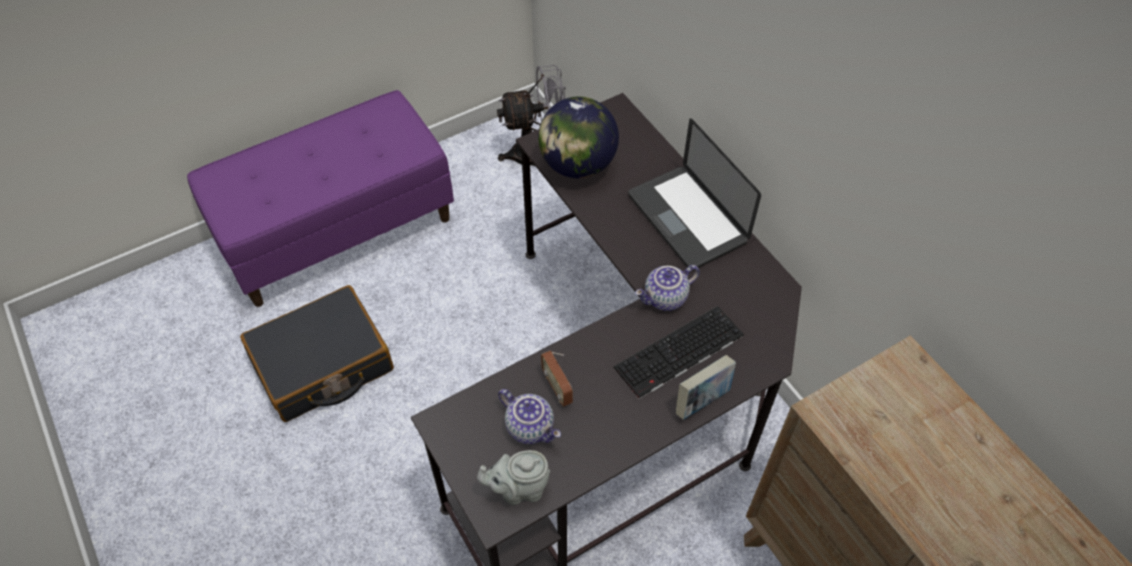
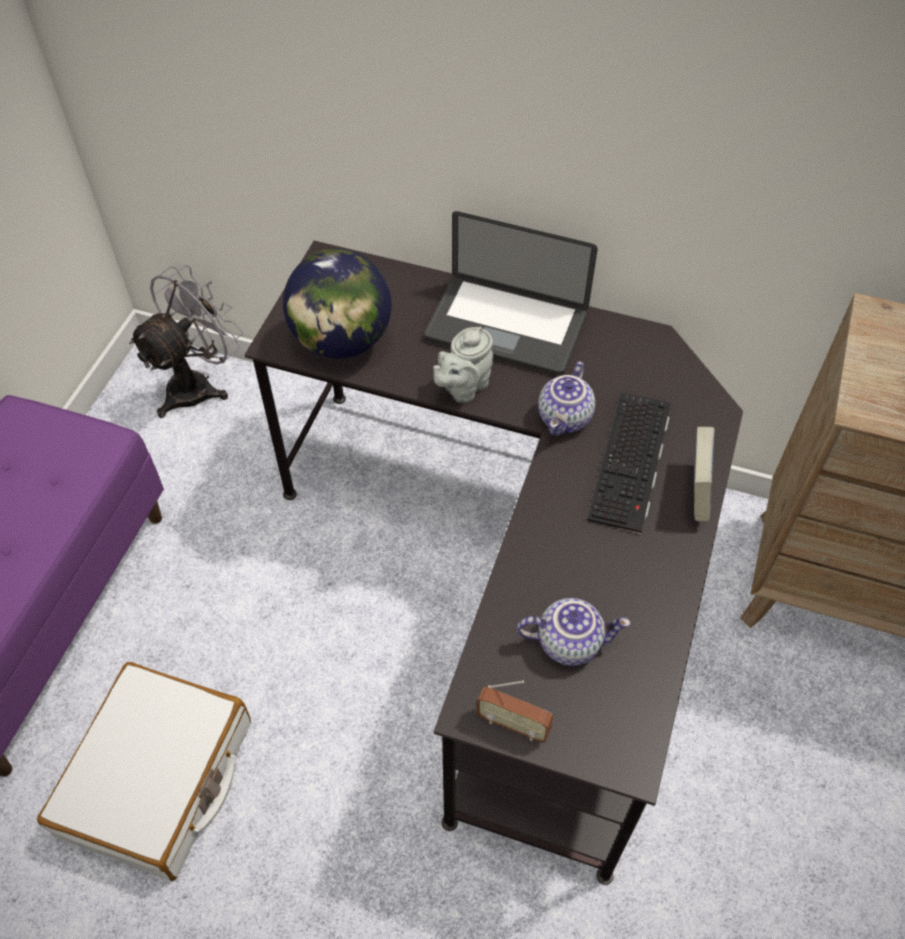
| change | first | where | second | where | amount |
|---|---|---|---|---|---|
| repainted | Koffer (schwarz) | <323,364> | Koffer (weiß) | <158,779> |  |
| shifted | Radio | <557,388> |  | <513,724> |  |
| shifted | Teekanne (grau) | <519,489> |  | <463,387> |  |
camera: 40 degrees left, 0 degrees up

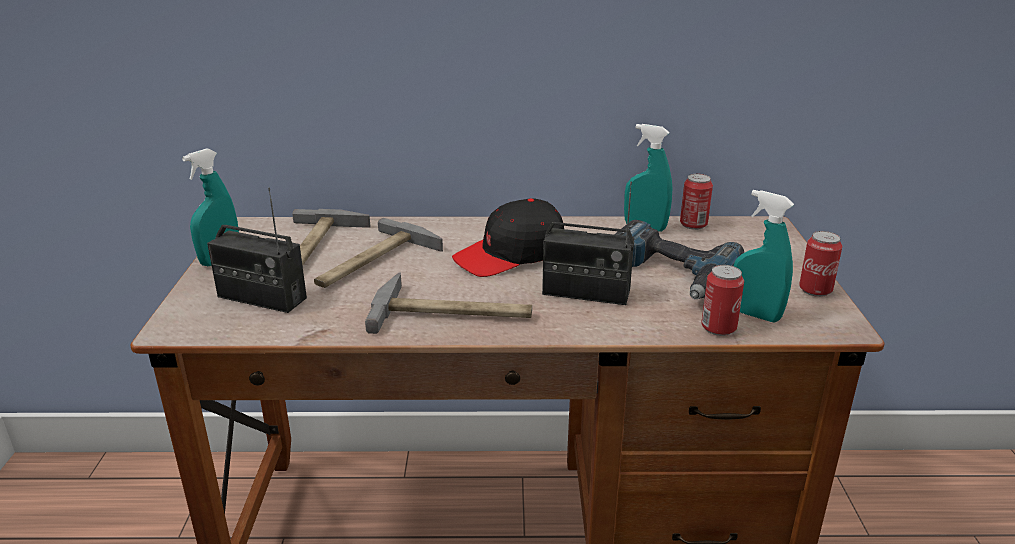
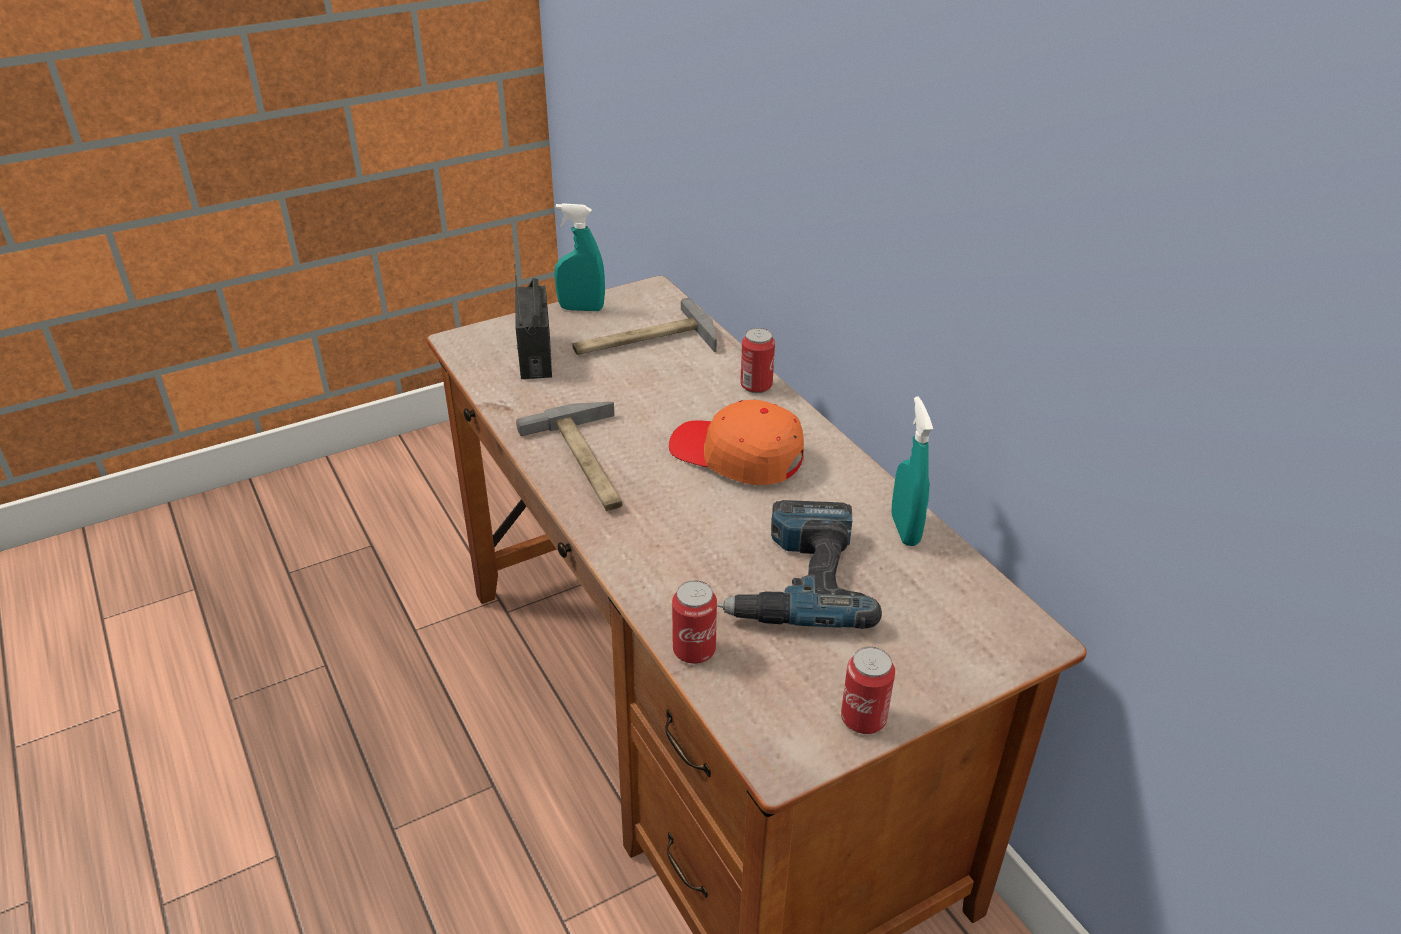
| change | first | where | second | where | amount |
|---|---|---|---|---|---|
| shifted | Dose | <693,225> |  | <756,386> |  |
| gone | Radio | <586,292> |  |  |  |
| gone | Sprühflasche (türkis) | <755,315> |  |  |  |
| repainted | Kappe (schwarz) | <510,254> | Kappe (orange) | <737,455> |  |
| gone | Hammer | <373,262> |  |  |  |
camera: 60 degrees right, 10 degrees up

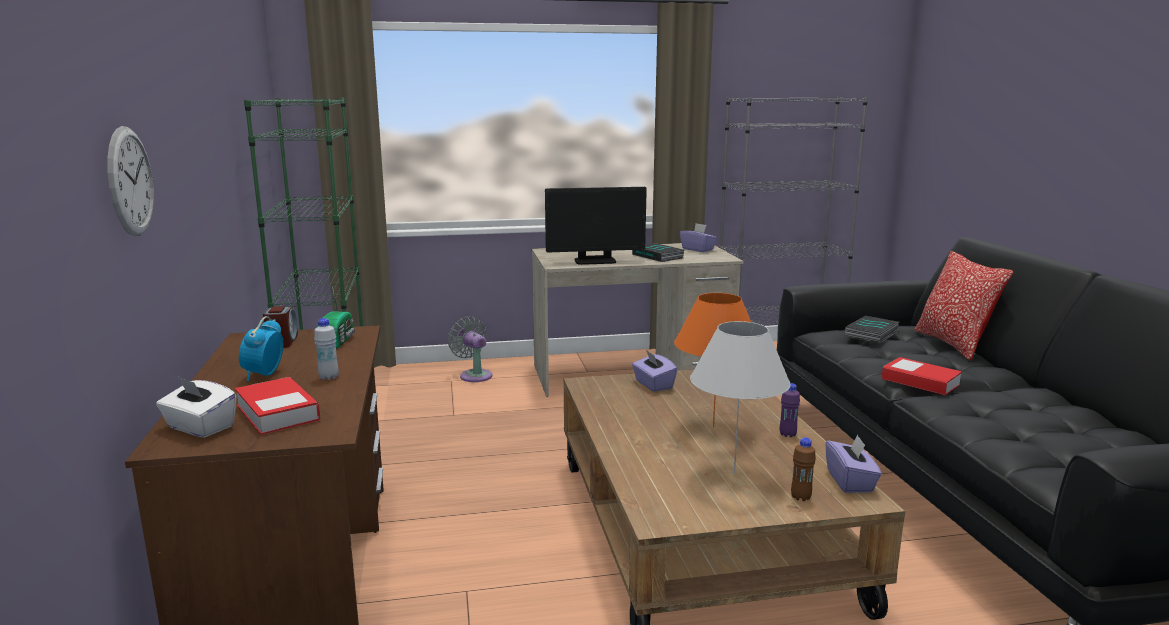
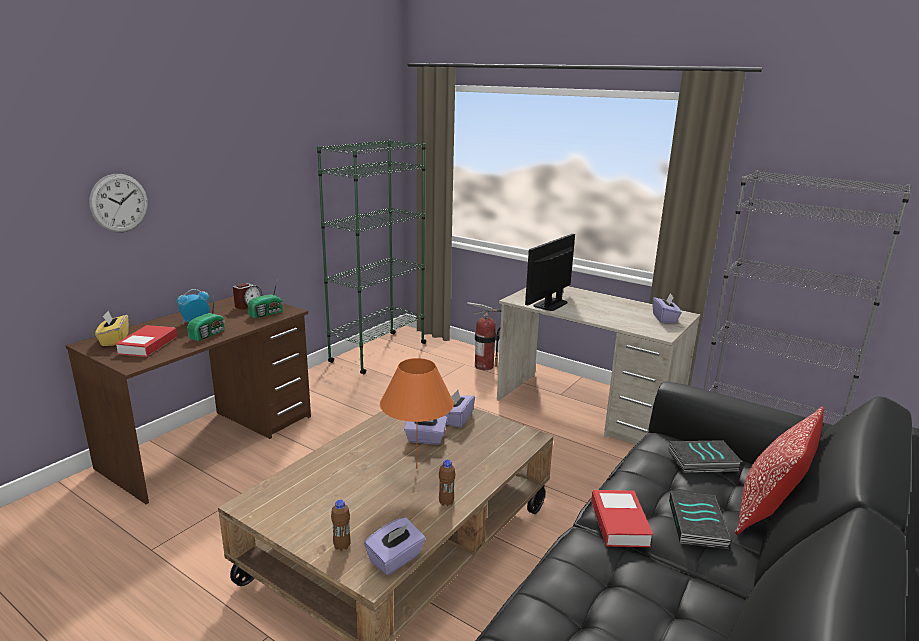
| change | first | where | second | where | amount |
|---|---|---|---|---|---|
| rotated | Monitor | <595,261> |  | <550,304> | 90 degrees clockwise |
| shifted | Buch | <658,256> |  | <698,524> |  |
| swapped | Ventilator (grau) | <474,375> | Feuerlöscher | <484,366> |  |
| swapped | Flasche (weiß) | <329,377> | Radio | <208,334> |  |
| gone | Tischlampe (weiß) | <734,473> |  |  |  |
| repainted | Taschentuchbox (weiß) | <199,427> | Taschentuchbox (gelb) | <114,340> |  |
| repainted | Flasche (lila) | <787,434> | Flasche (braun) | <446,502> |  |
| new |  |  | Taschentuchbox (lila) | <425,439> |  |
camera: 45 degrees right, 5 degrees up

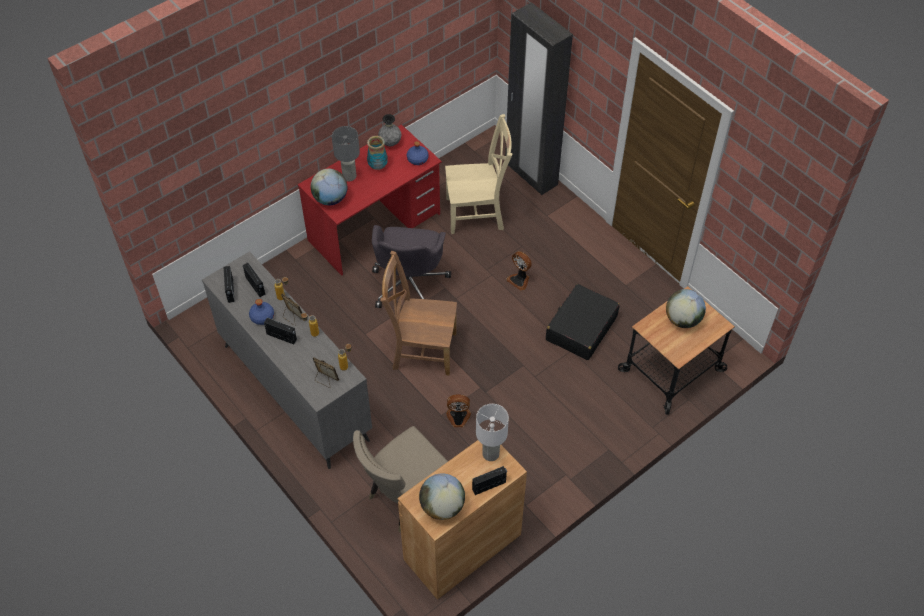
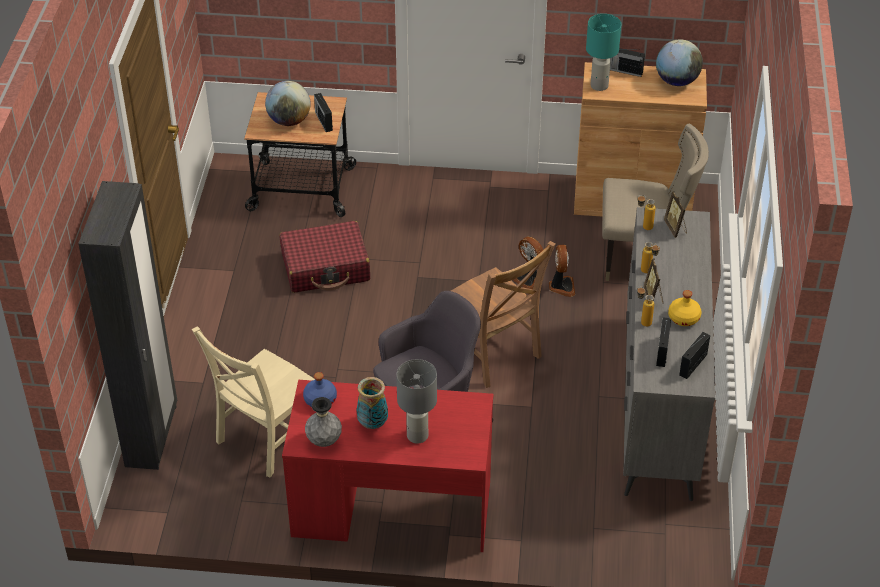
| change | first | where | second | where | amount |
|---|---|---|---|---|---|
| rotated | Stuhl (beige) | <477,213> |  | <265,438> | 90 degrees counterclockwise |
| gone | Globus | <330,199> |  |  |  |
| shifted | Ventilator | <519,280> |  | <561,286> |  |
| repainted | Koffer (schwarz) | <581,328> | Koffer (rot) | <326,267> |  |
| repainted | Flasche (blau) | <262,317> | Flasche (gelb) | <684,318> |  |
| shifted | Radio | <282,337> |  | <323,121> |  |
| repainted | Tischlampe (weiß) | <491,454> | Tischlampe (türkis) | <599,85> |  |
camera: 135 degrees left, 10 degrees down

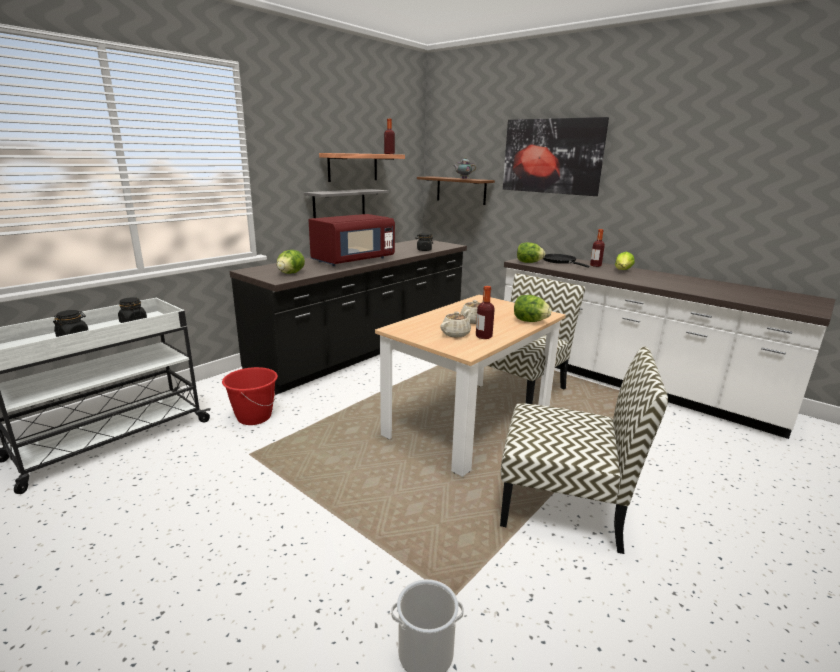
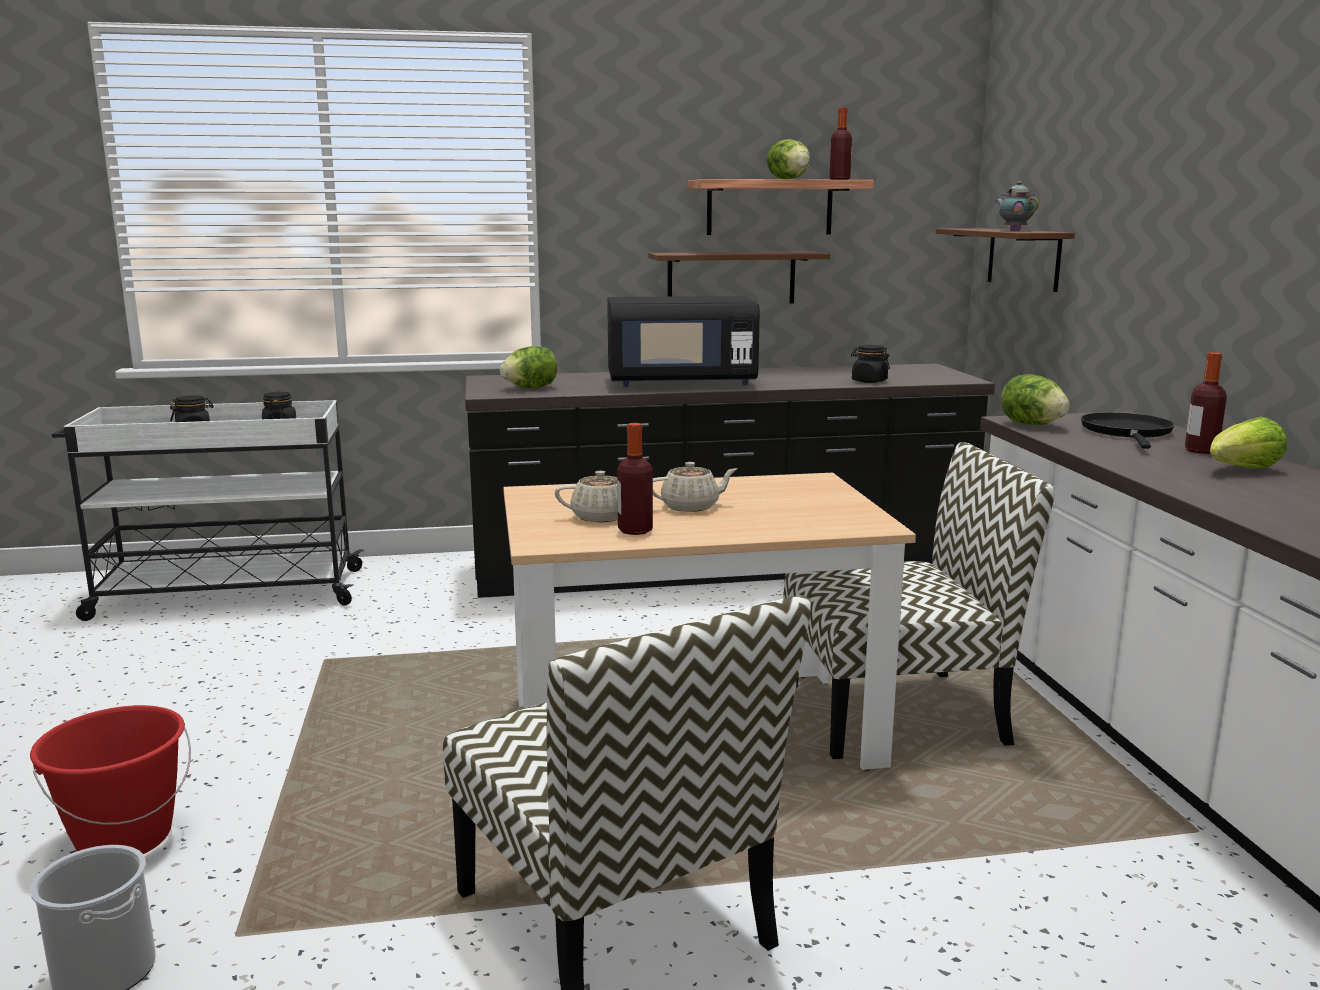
| change | first | where | second | where | amount |
|---|---|---|---|---|---|
| gone | Bild | <552,156> |  |  |  |
| repainted | Wandregal (grau) | <339,204> | Wandregal (braun) | <731,278> |  |
| repainted | Mikrowelle (rot) | <353,260> | Mikrowelle (schwarz) | <681,383> |  |
| shifted | Salatkopf | <529,321> |  | <789,179> |  |
| shifted | Eimer (rot) | <254,417> |  | <124,838> |  |
camera: 40 degrees right, 5 degrees down

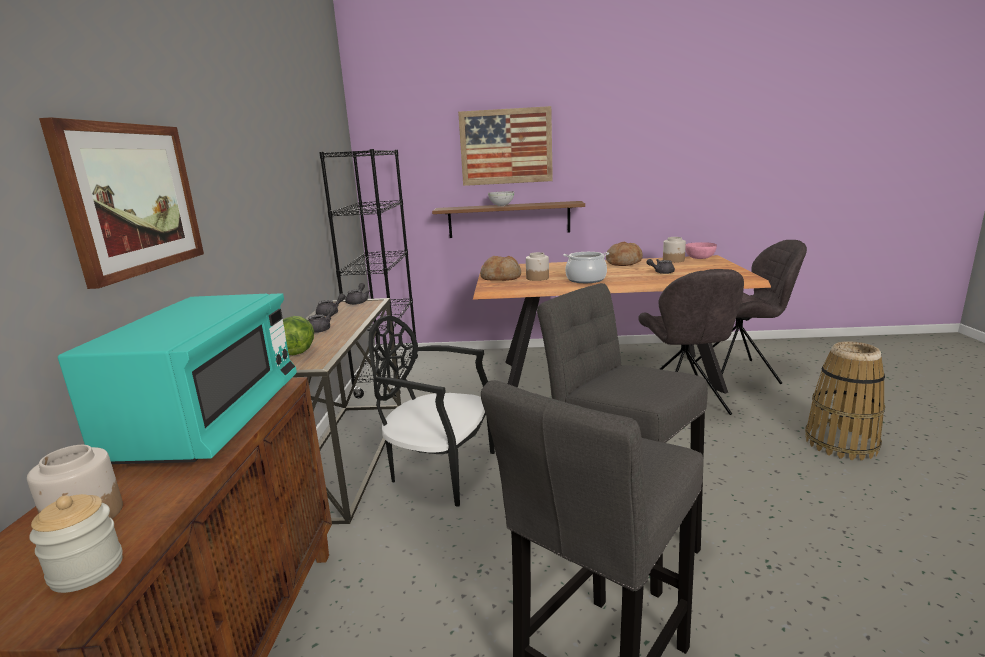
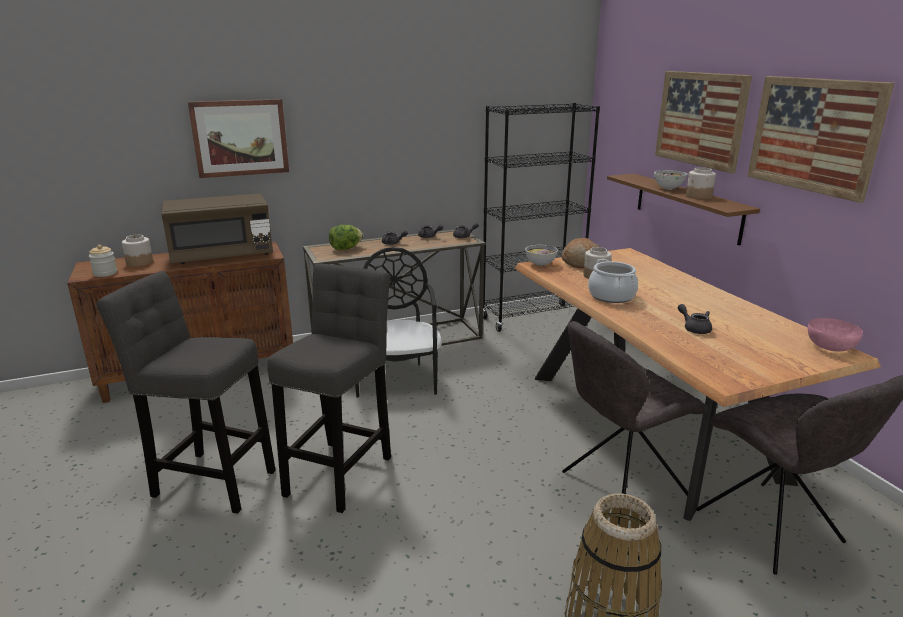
| change | first | where | second | where | amount |
|---|---|---|---|---|---|
| shifted | Vorratsglas | <673,260> |  | <698,196> |  |
| gone | Brot | <623,263> |  |  |  |
| repainted | Mikrowelle (türkis) | <211,421> | Mikrowelle (braun) | <222,256> |  |
| new |  |  | Bild | <813,135> |  |
| new |  |  | Schüssel | <540,264> |  |
camera: 65 degrees right, 5 degrees up

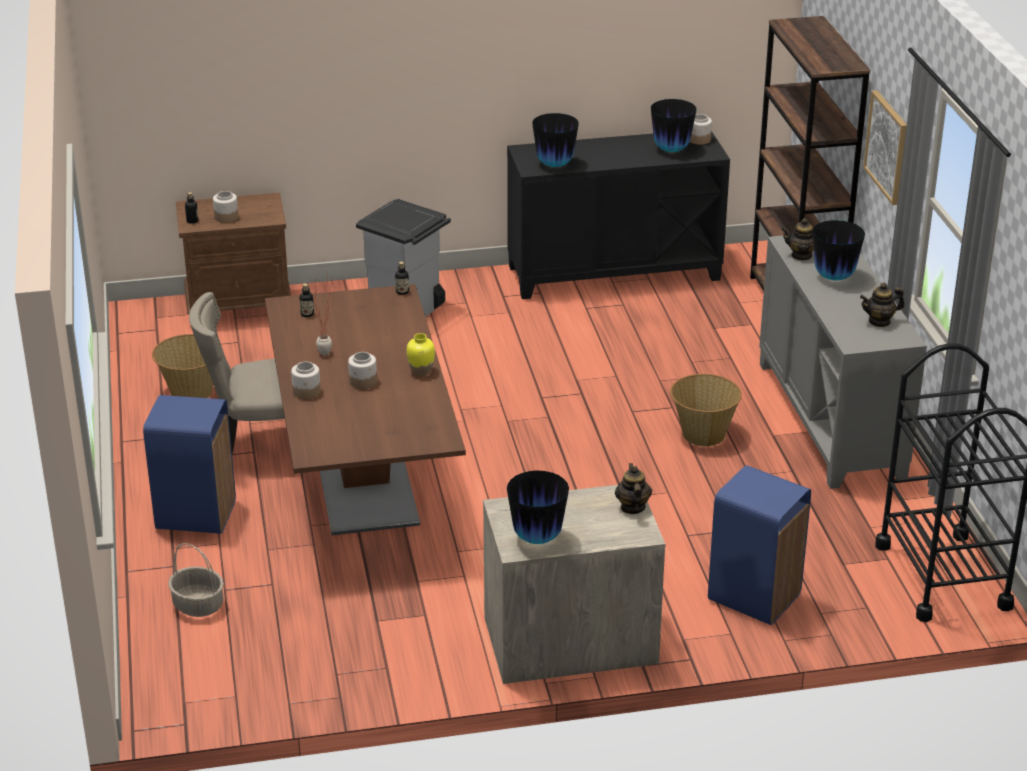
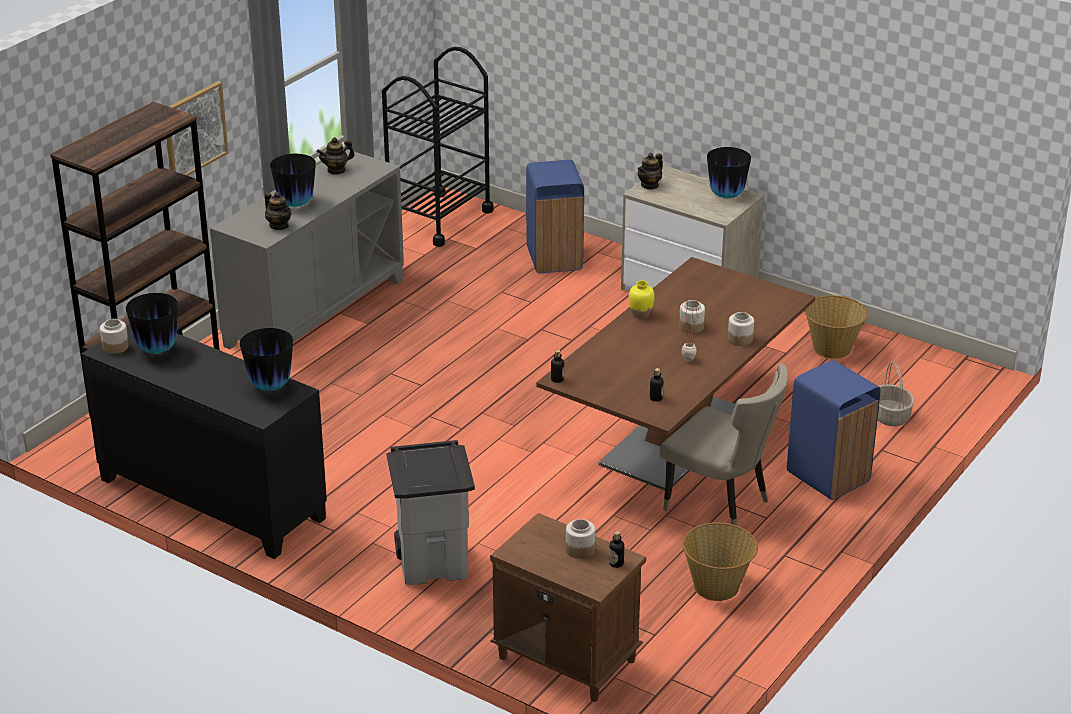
| change | first | where | second | where | amount |
|---|---|---|---|---|---|
| rotated | Teekanne | <879,321> |  | <336,170> | 120 degrees clockwise |
| shifted | Korb | <703,434> |  | <832,349> |  |
camera: 135 degrees left, 0 degrees up

